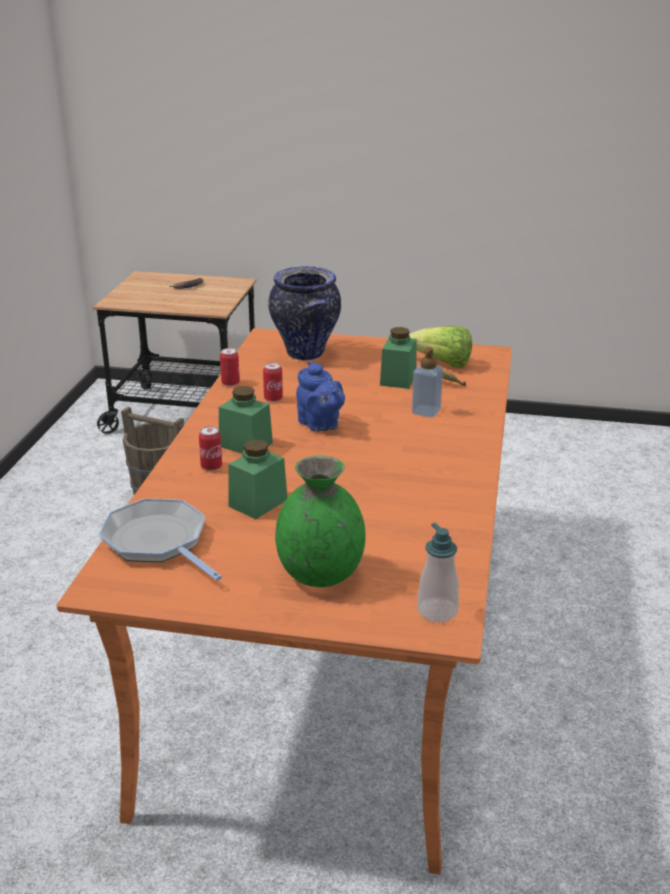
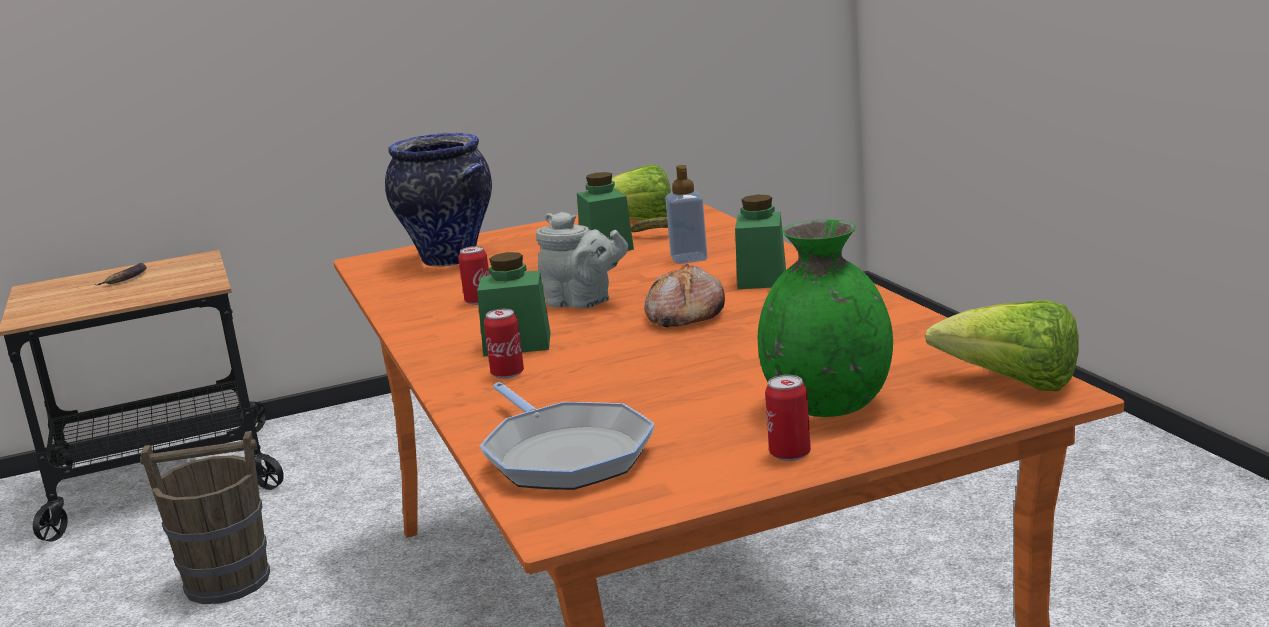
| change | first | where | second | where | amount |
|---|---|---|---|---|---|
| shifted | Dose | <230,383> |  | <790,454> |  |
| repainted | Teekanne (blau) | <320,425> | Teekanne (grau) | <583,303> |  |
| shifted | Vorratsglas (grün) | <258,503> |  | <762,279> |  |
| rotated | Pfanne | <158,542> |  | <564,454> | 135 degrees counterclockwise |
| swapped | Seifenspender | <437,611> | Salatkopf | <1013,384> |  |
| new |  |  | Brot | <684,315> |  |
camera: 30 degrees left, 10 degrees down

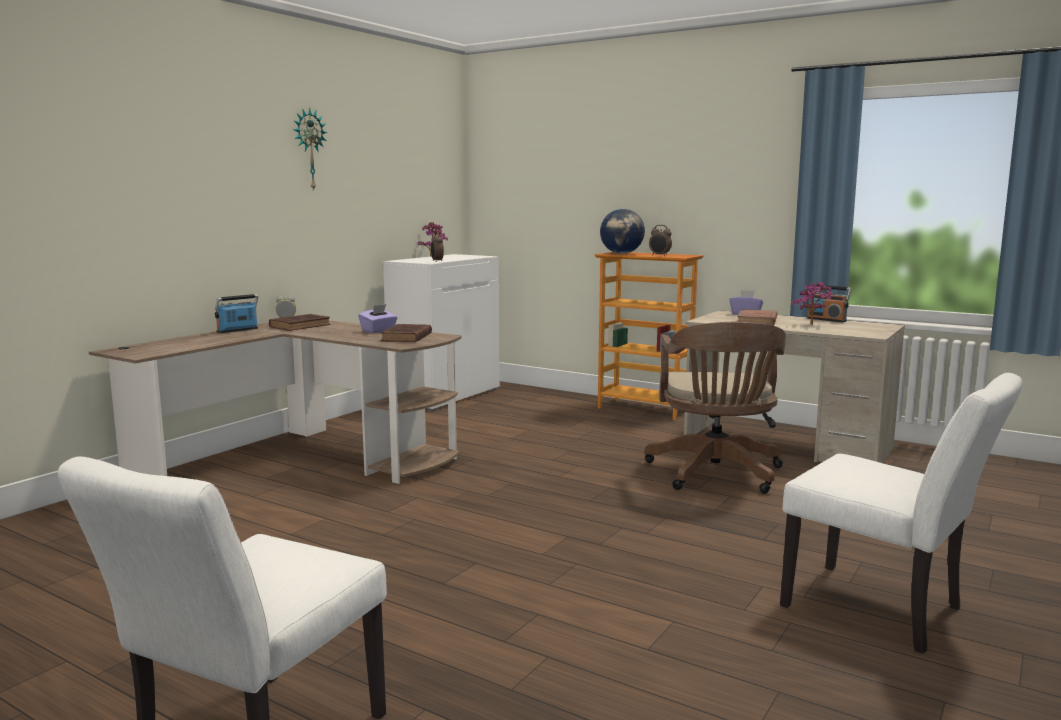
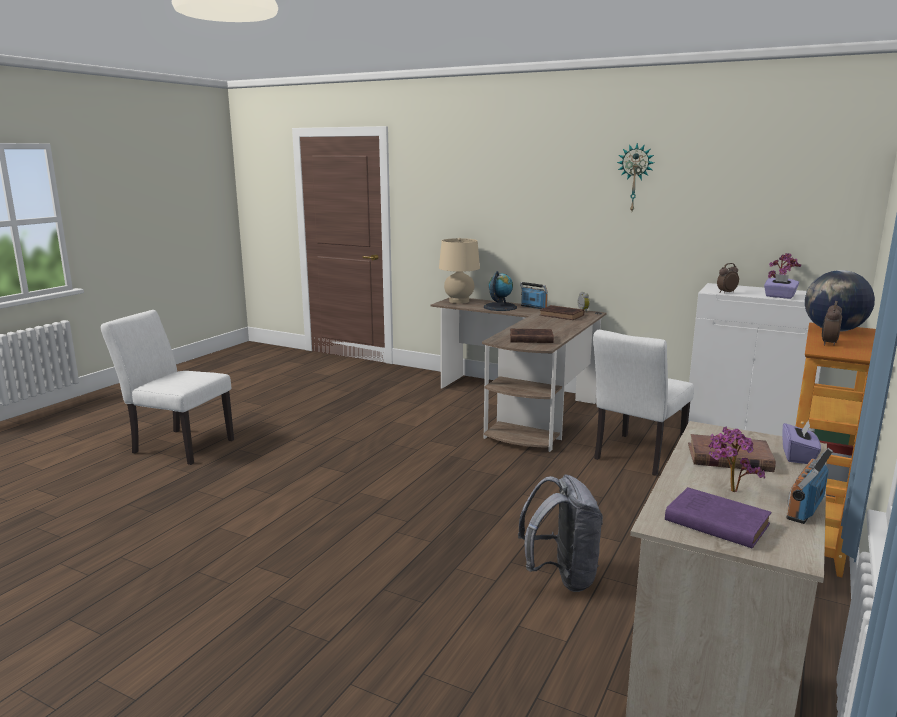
| change | first | where | second | where | amount |
|---|---|---|---|---|---|
| shifted | Taschentuchbox (lila) | <378,331> |  | <779,296> |  |
| swapped | Bürostuhl (braun) | <716,474> | Rucksack (grau) | <561,577> |  |
| shifted | Stuhl (weiß) | <885,611> |  | <636,457> |  |
| new |  |  | Tischlampe (beige) | <459,301> |  |
| new |  |  | Globus | <500,307> |  |
| new |  |  | Buch (lila) | <714,522> |  |
camera: 85 degrees right, 5 degrees up

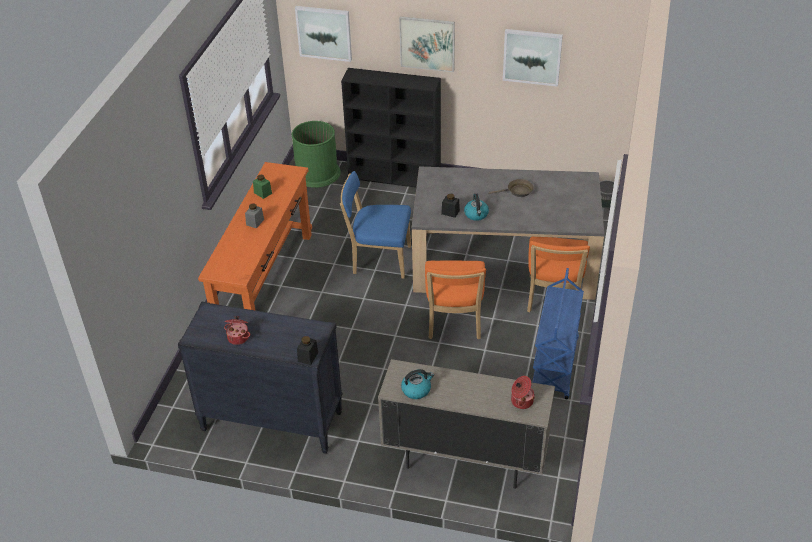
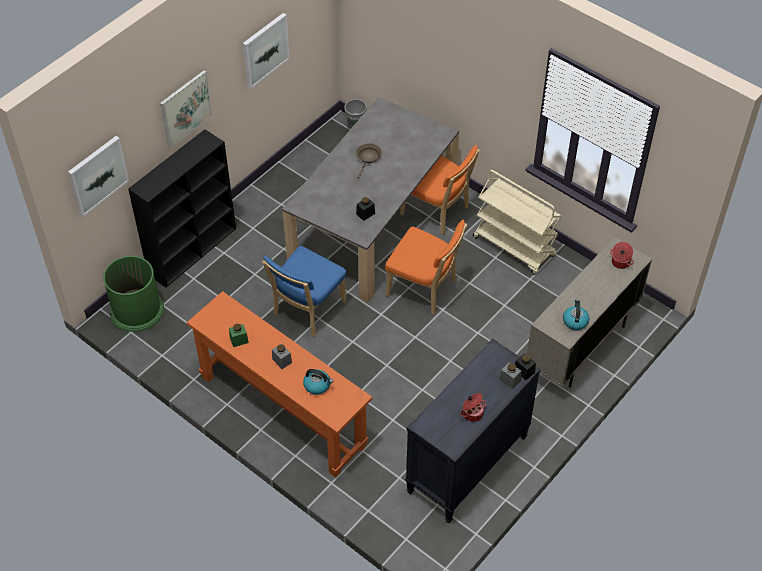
| change | first | where | second | where | amount |
|---|---|---|---|---|---|
| shifted | Wasserkessel | <476,215> |  | <317,385> |  |
| repainted | Rollwagen (blau) | <555,366> | Rollwagen (beige) | <514,246> |  |
| new |  |  | Vorratsglas (grau) | <510,380> |  |
camera: 65 degrees left, 10 degrees up

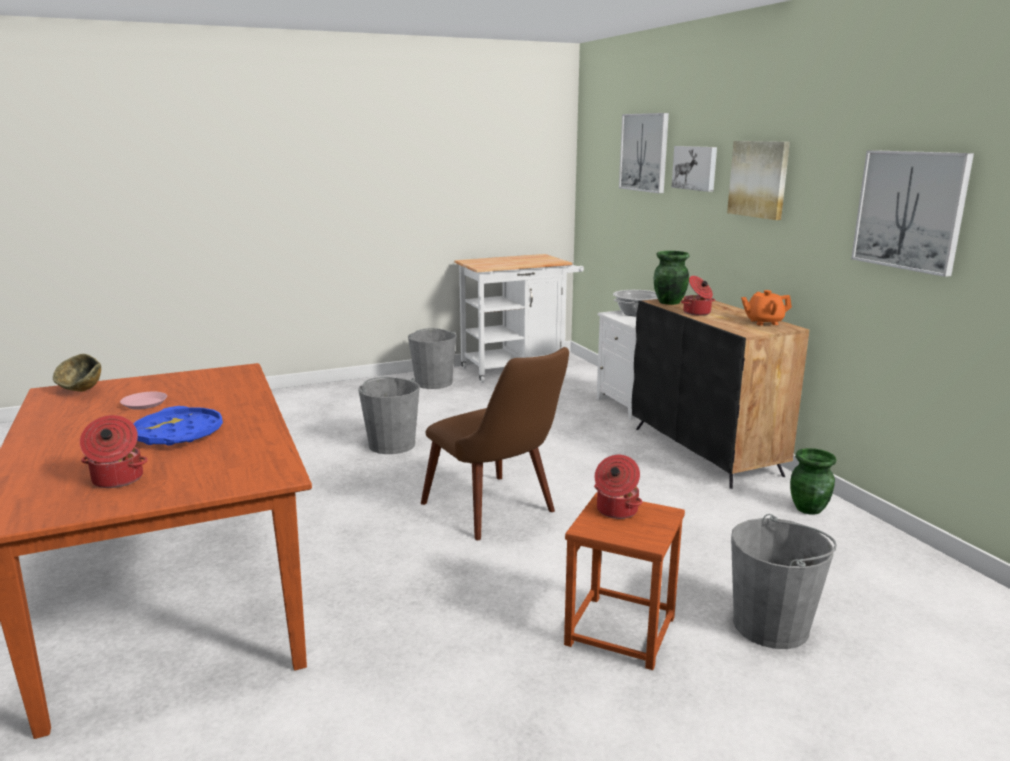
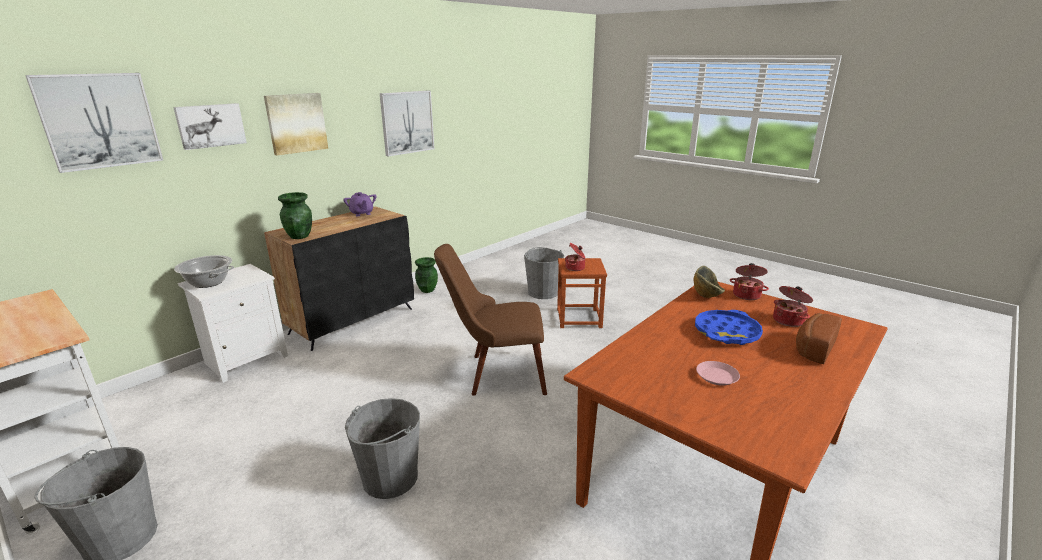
| change | first | where | second | where | amount |
|---|---|---|---|---|---|
| shifted | Kochtopf | <697,313> |  | <747,295> |  |
| repainted | Teekanne (orange) | <763,322> | Teekanne (lila) | <361,213> |  |
| rotated | Stuhl (braun) | <499,513> |  | <495,374> | 120 degrees counterclockwise |
| shifted | Schüssel | <82,392> |  | <706,295> |  |
| new |  |  | Brot | <812,348> |  |
camera: 115 degrees left, 5 degrees up

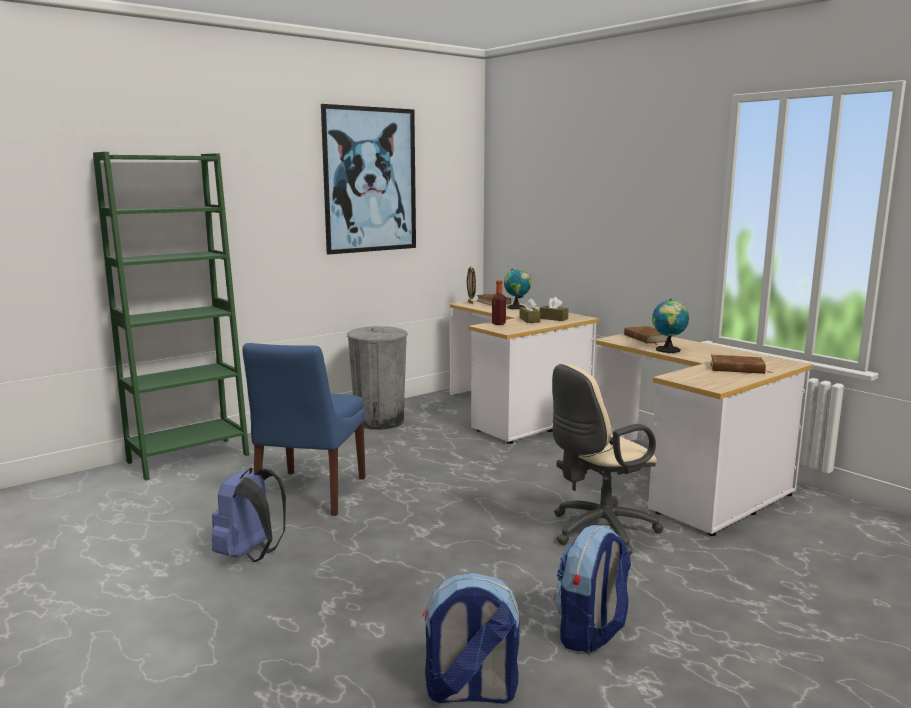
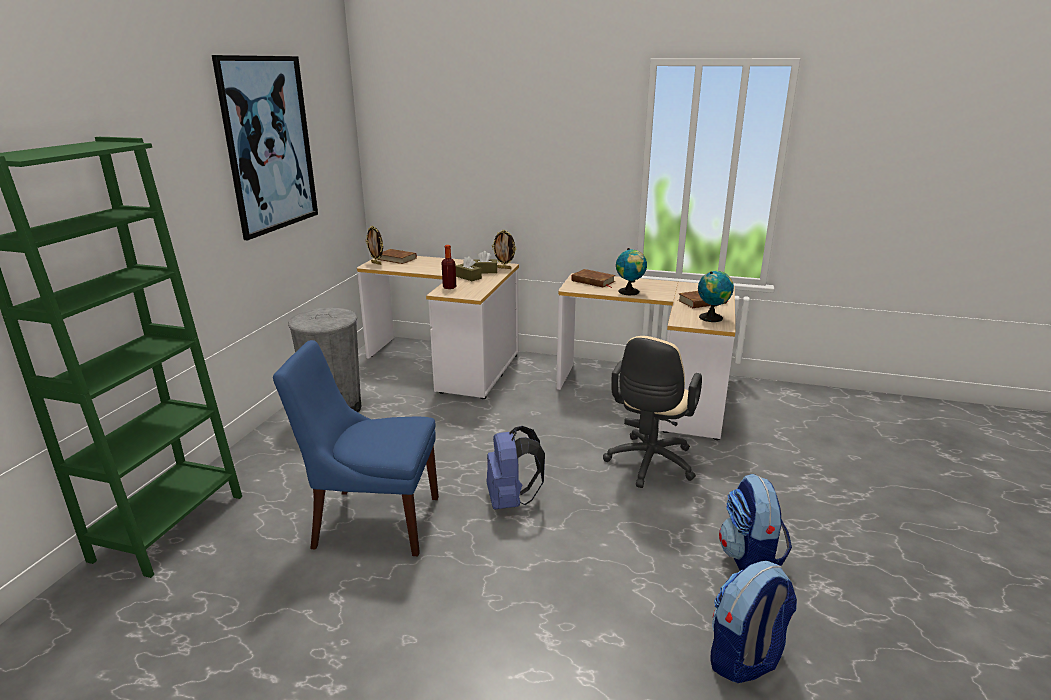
| change | first | where | second | where | amount |
|---|---|---|---|---|---|
| shifted | Globus | <517,307> |  | <712,317> |  |
| rotated | Stuhl (blau) | <309,495> |  | <372,521> | 120 degrees clockwise |
| shifted | Rucksack (blau) | <250,554> |  | <511,501> |  |
| new |  |  | Bilderrahmen | <504,268> |  |
camera: 35 degrees left, 10 degrees up

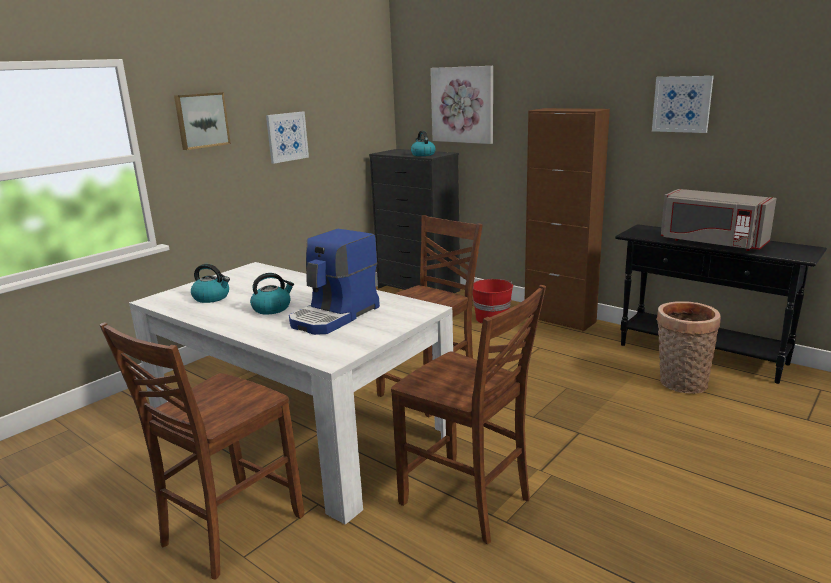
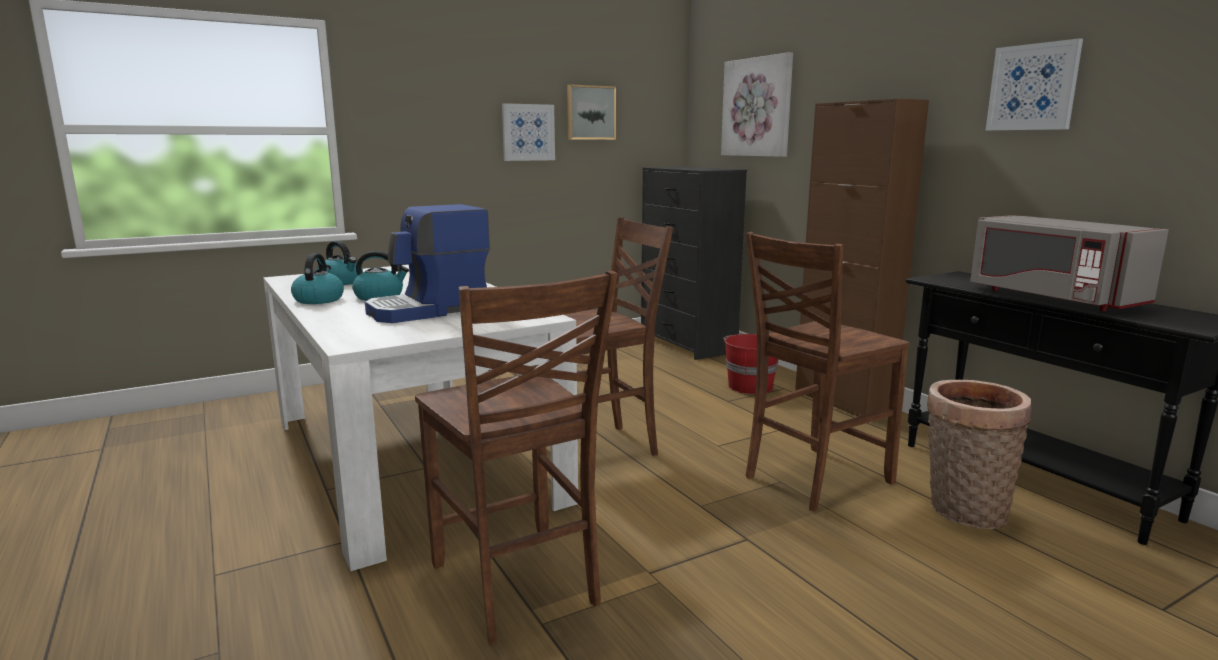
| change | first | where | second | where | amount |
|---|---|---|---|---|---|
| shifted | Bild | <201,120> |  | <590,113> |  |
| shifted | Wasserkessel | <423,154> |  | <319,299> |  |
| shifted | Stuhl (braun) | <229,530> |  | <813,479> |  |
camera: 20 degrees right, 5 degrees down

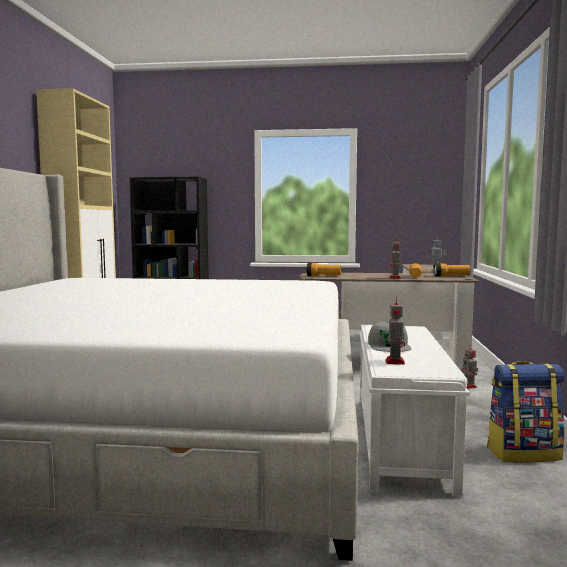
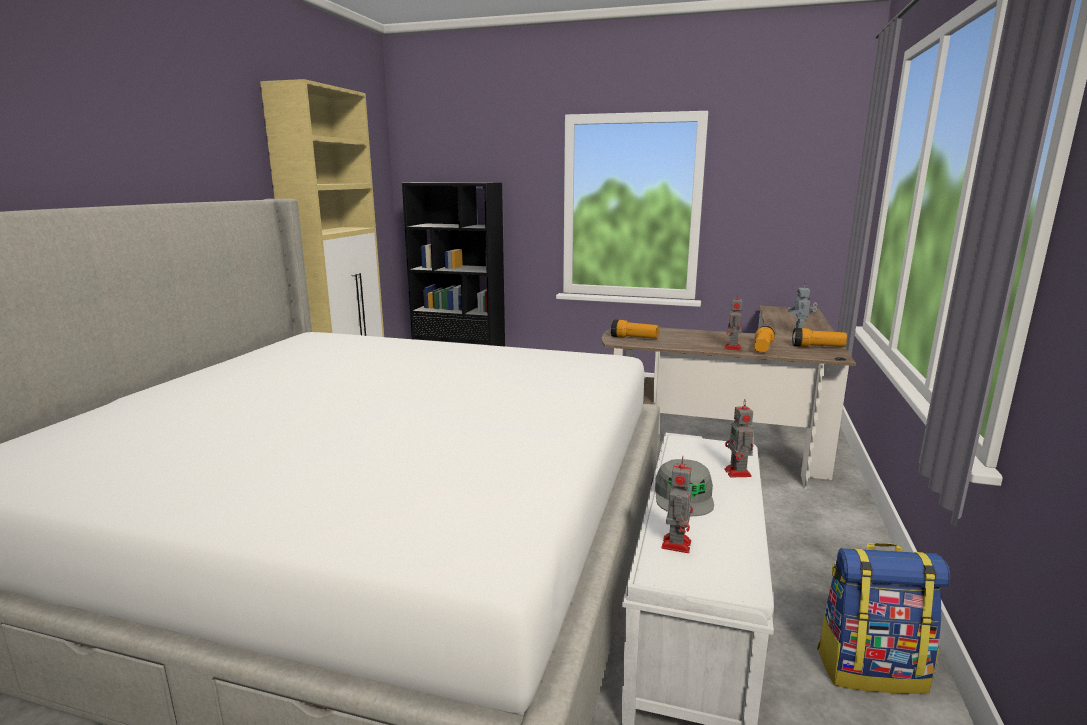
| change | first | where | second | where | amount |
|---|---|---|---|---|---|
| shifted | Spielzeugroboter | <469,387> |  | <738,473> |  |
camera: 10 degrees right, 10 degrees up

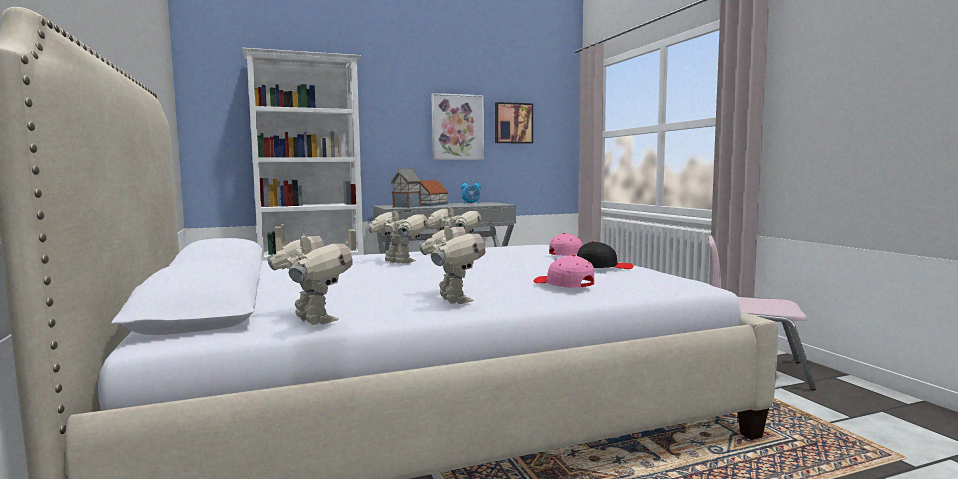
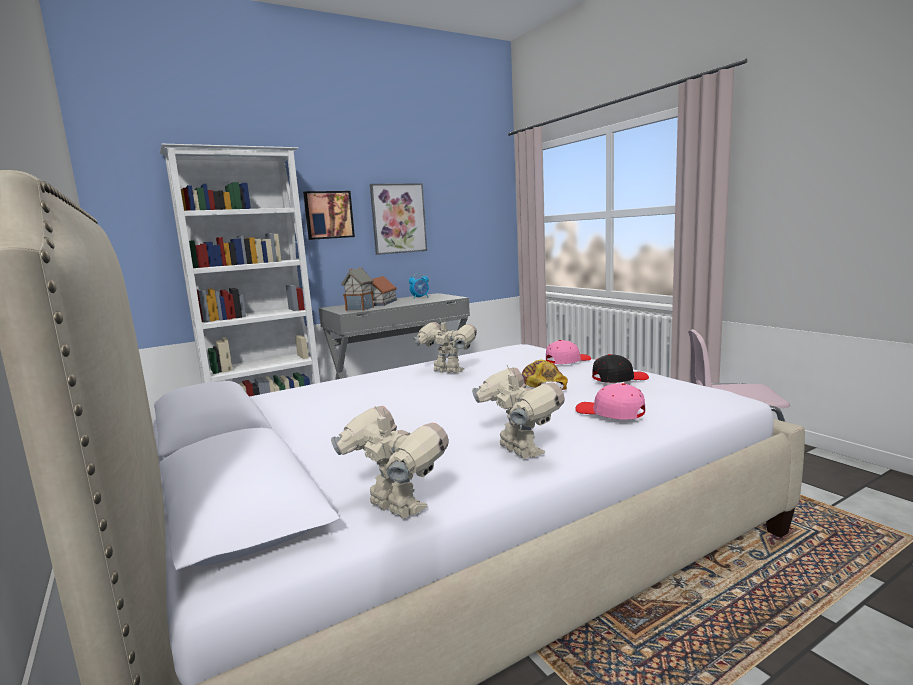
| change | first | where | second | where | amount |
|---|---|---|---|---|---|
| shifted | Bild | <513,123> |  | <328,215> |  |
| gone | Spielzeugroboter | <398,262> |  |  |  |
| new |  |  | Kappe | <539,384> |  |
camera: 10 degrees left, 5 degrees up

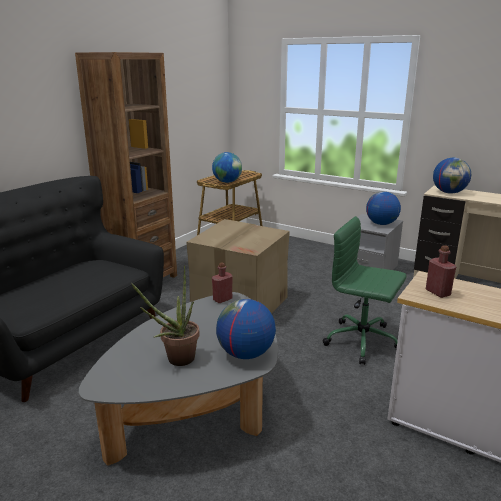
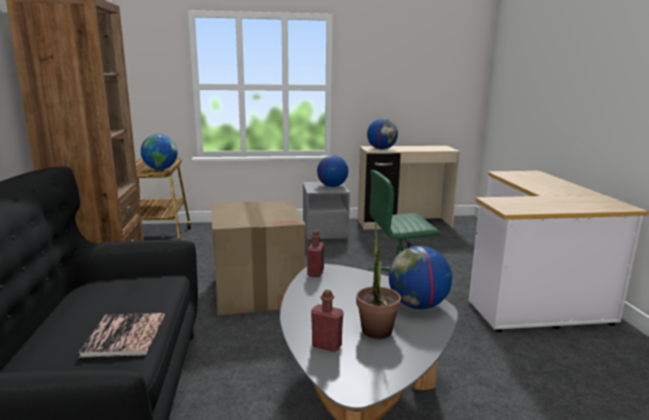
| change | first | where | second | where | amount |
|---|---|---|---|---|---|
| shifted | Flasche (rot) | <438,292> |  | <326,345> |  |
| new |  |  | Buch | <125,335> |  |
camera: 40 degrees left, 5 degrees down

